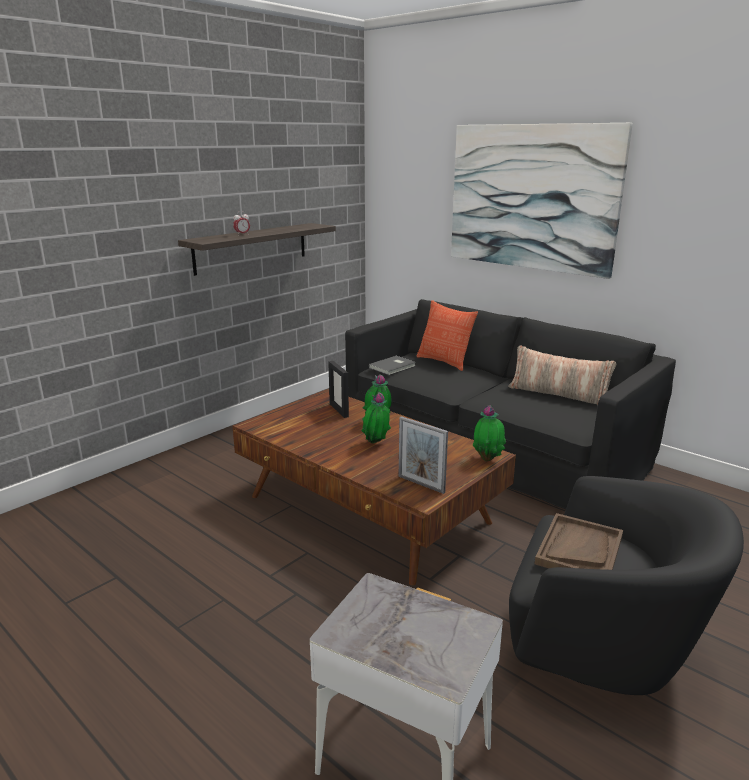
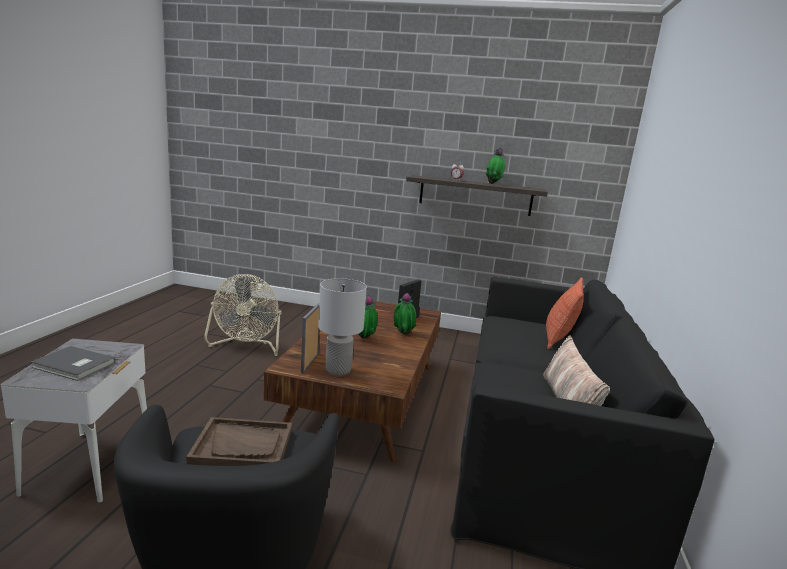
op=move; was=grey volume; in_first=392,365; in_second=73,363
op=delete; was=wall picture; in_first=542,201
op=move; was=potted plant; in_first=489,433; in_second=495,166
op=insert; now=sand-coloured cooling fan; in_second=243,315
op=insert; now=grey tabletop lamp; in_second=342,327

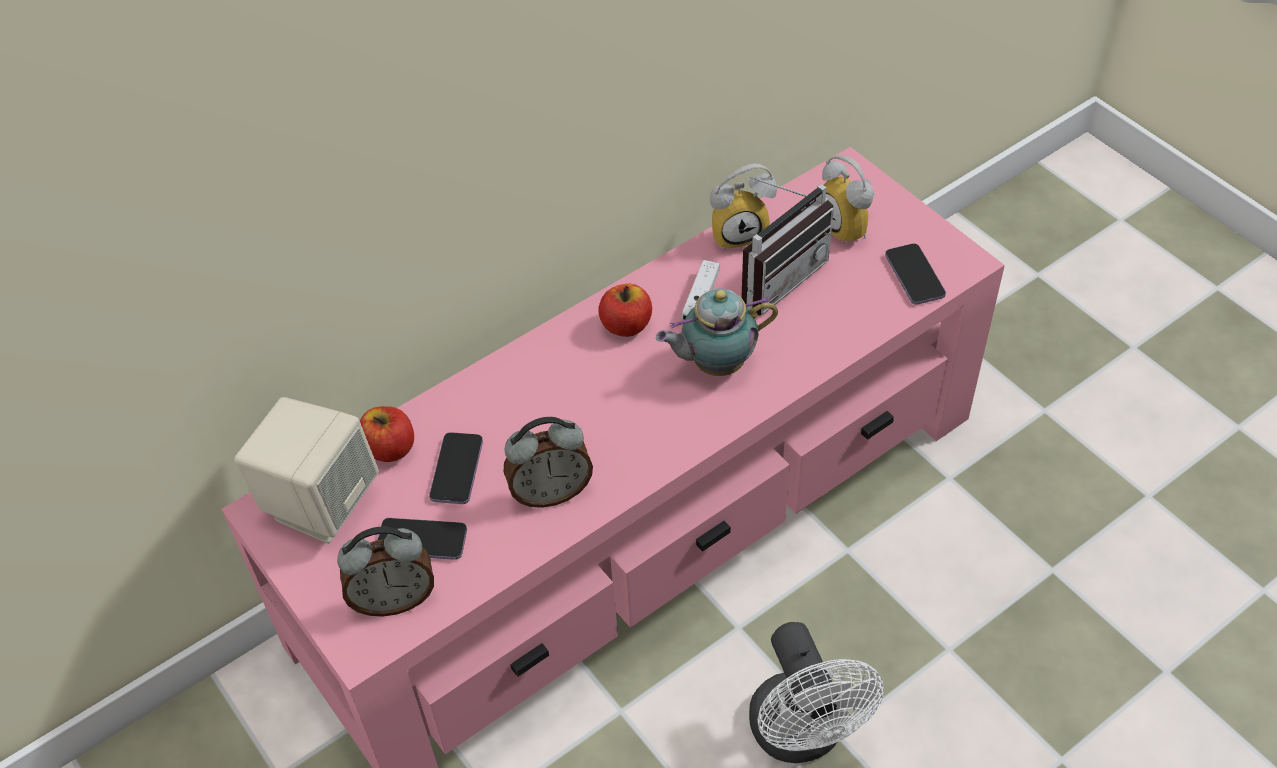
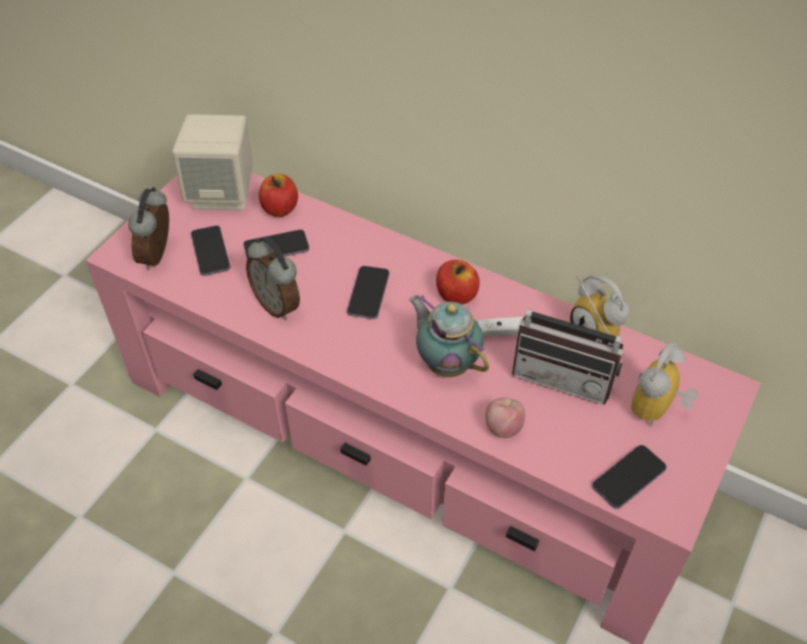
op=rotate; was=table clock; in_first=385,571; in_second=148,228; clockwise=45
op=delete; was=white cooling fan; in_first=816,692
op=insert; now=telephone; in_second=368,292
op=insert; now=whole apple; in_second=505,417

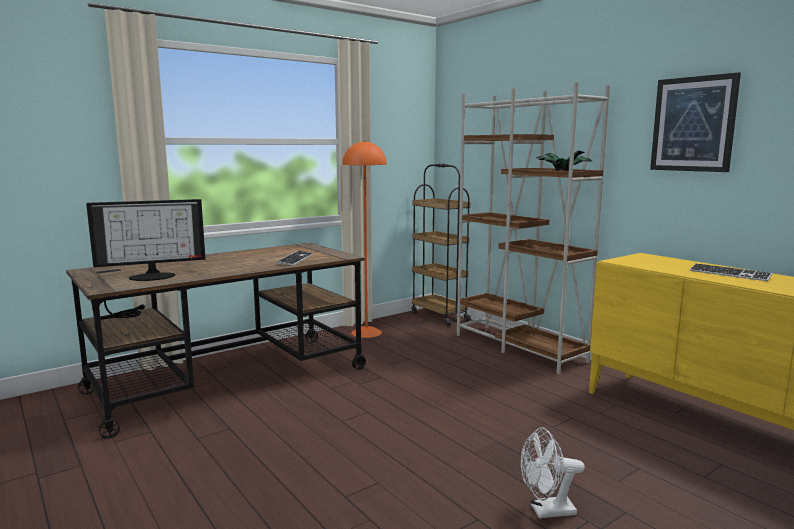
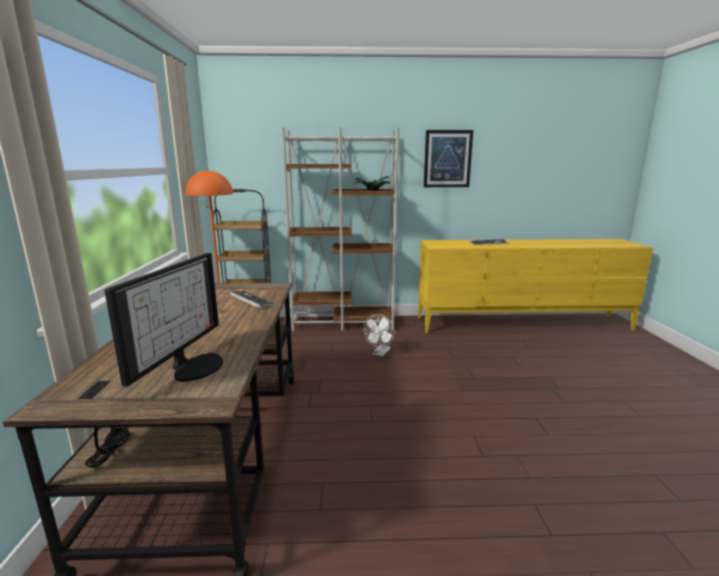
op=move; was=white cooling fan; in_first=553,473; in_second=379,335

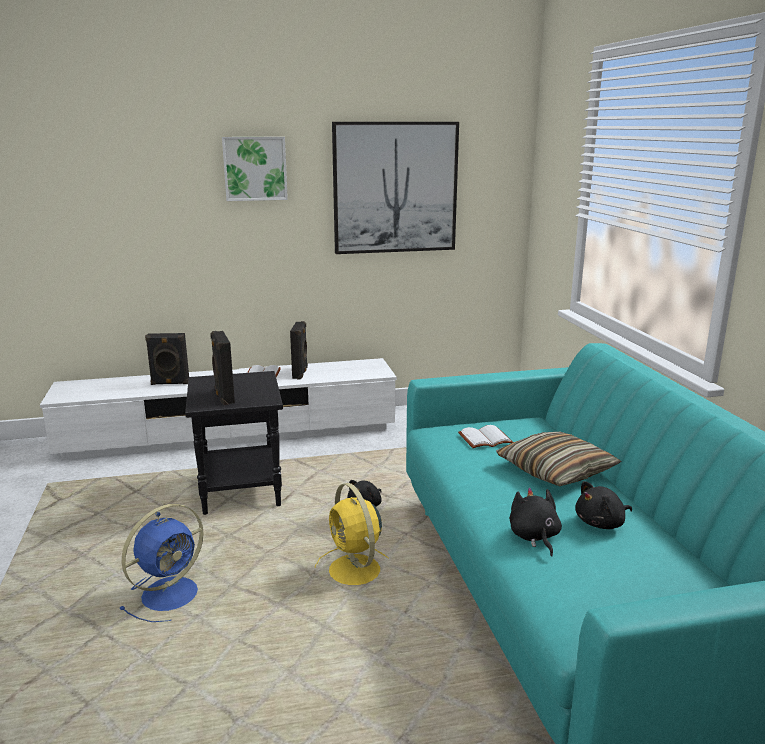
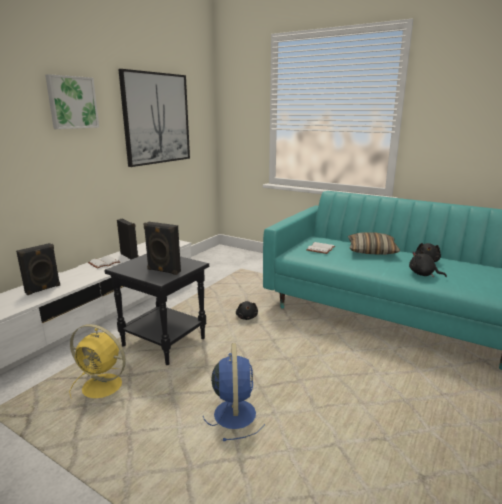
op=move; was=yellow cooling fan; in_first=351,534; in_second=97,361

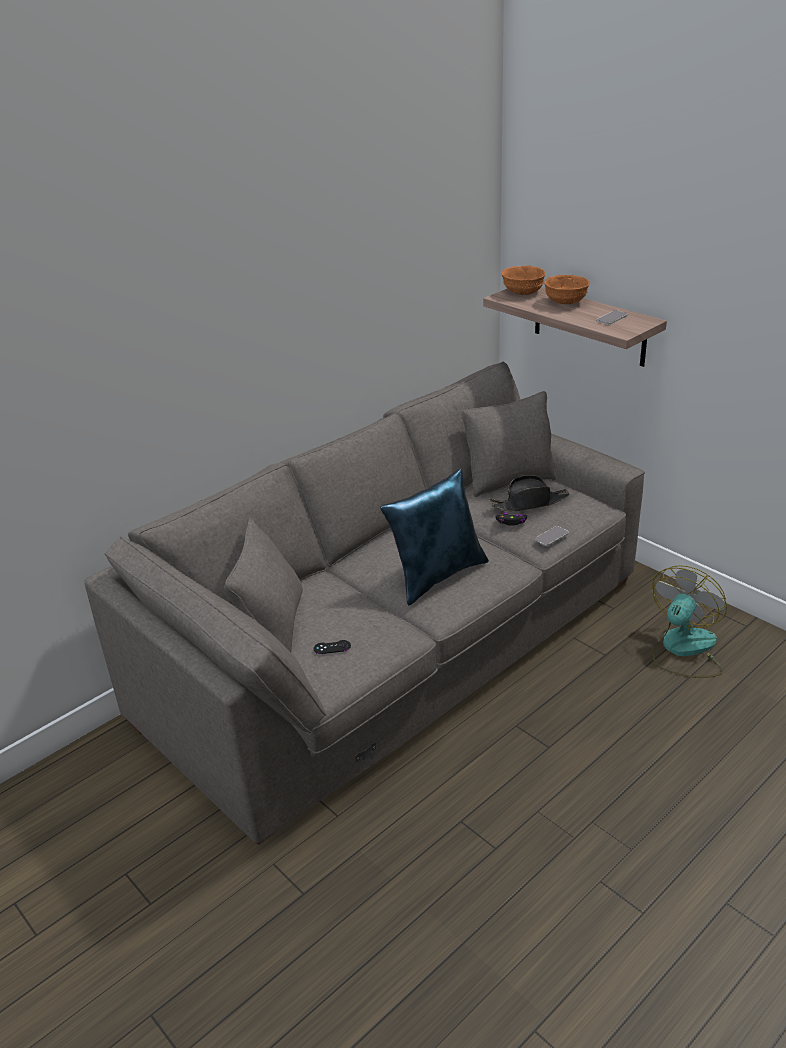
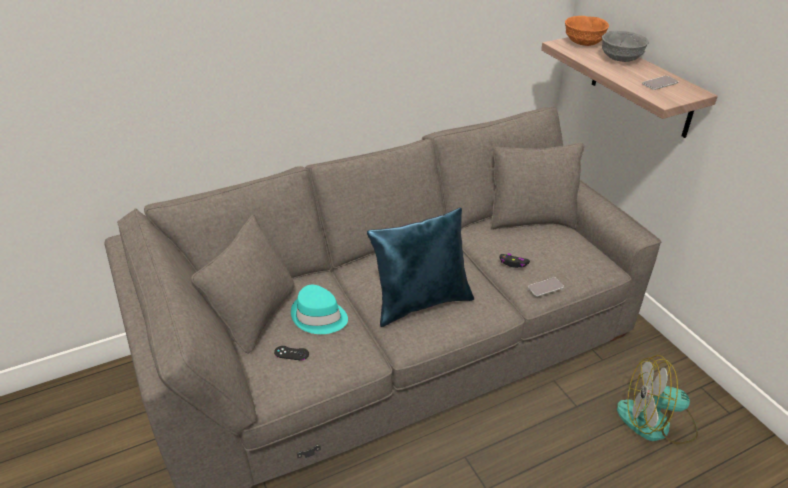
op=delete; was=blackish clothing hat; in_first=529,493
op=recolor; was=orangey serving bowl; now=grey serving bowl; in_first=567,289; in_second=625,46
op=rotate; was=cooling fan; in_first=689,621; in_second=657,399; clockwise=-135
op=insert; now=blue-green clothing hat; in_second=319,309

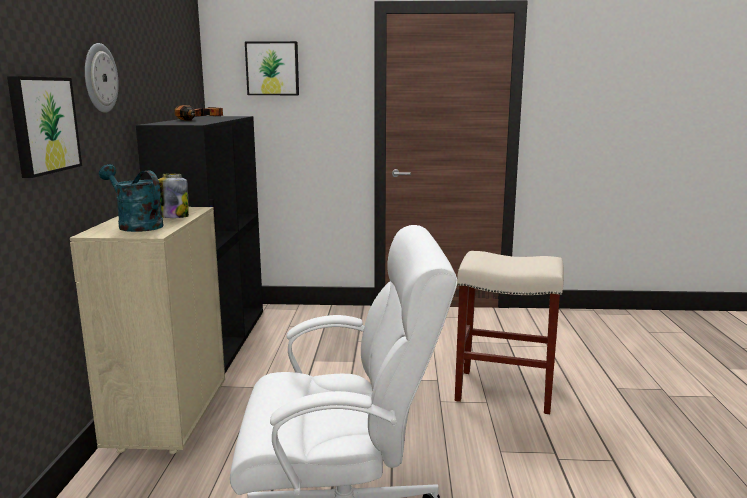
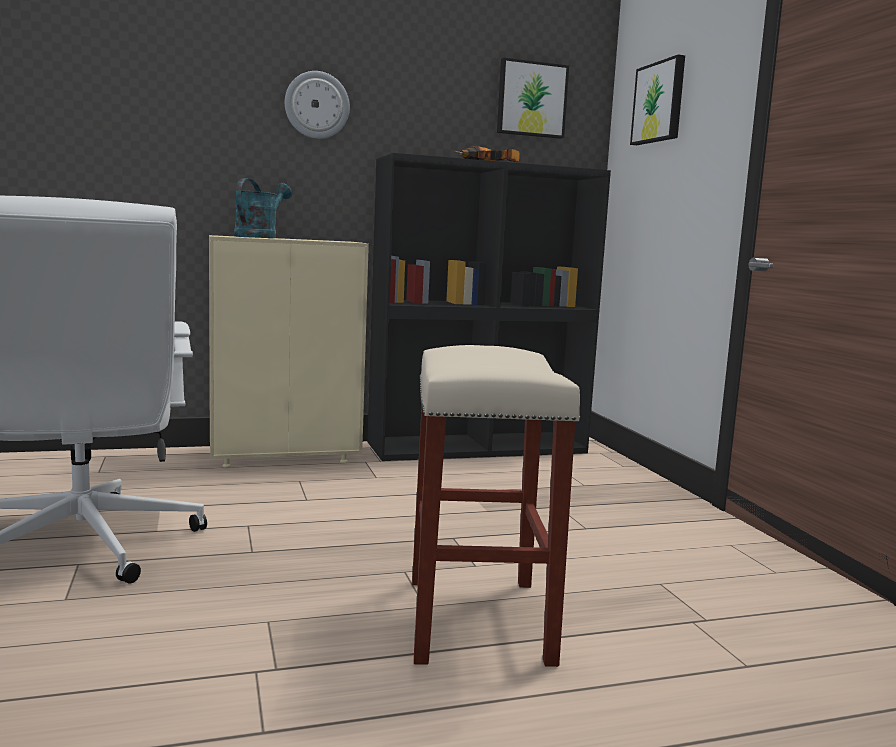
op=move; was=wall picture; in_first=44,127; in_second=533,98
op=delete; was=jar; in_first=173,196

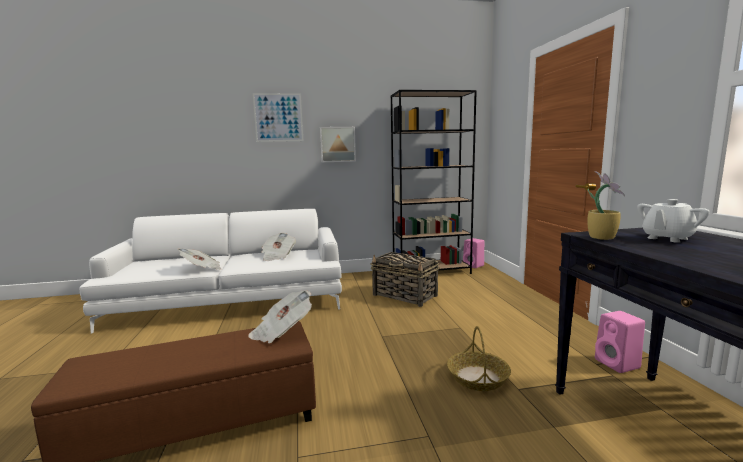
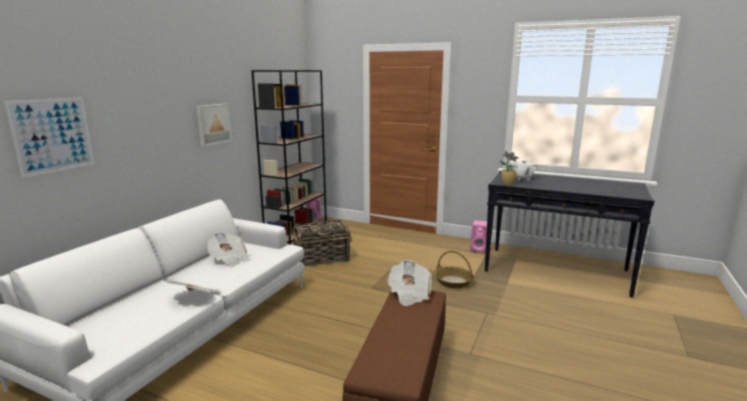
op=move; was=wall picture; in_first=278,117; in_second=49,137

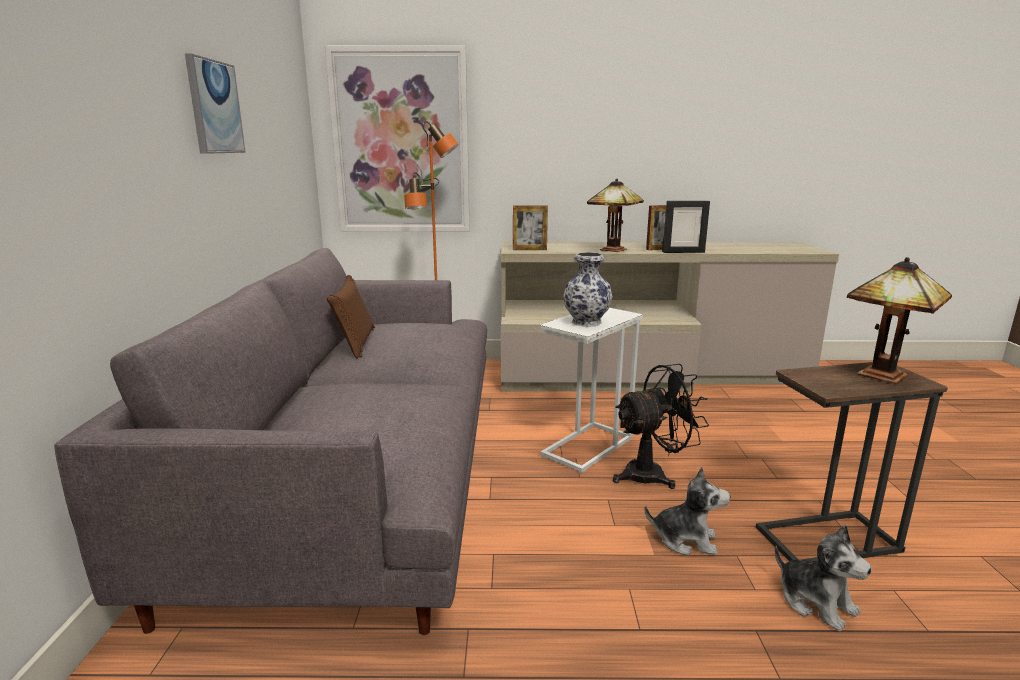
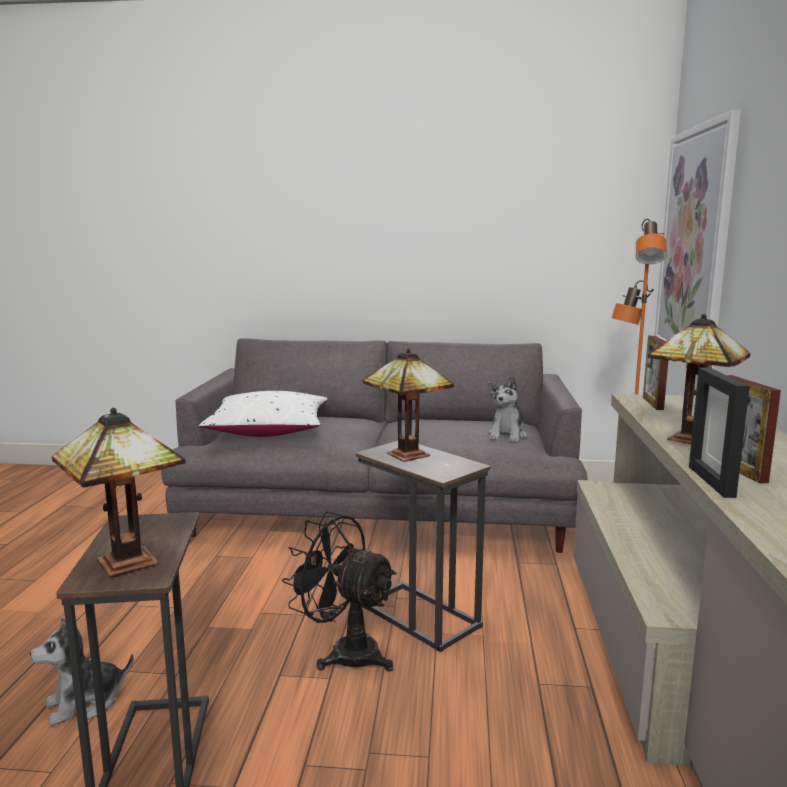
op=delete; was=wall picture; in_first=215,103
op=delete; was=brownish cushion; in_first=351,317
op=recolor; was=white end table; now=brownish end table; in_first=591,390; in_second=423,547
op=replace; was=vase; now=tabletop lamp; in_first=587,289; in_second=408,405
op=rotate; was=blackish cooling fan; in_first=661,426; in_second=339,592; clockwise=135
op=move; was=soft toy; in_first=687,511; in_second=507,409
op=insert; now=white cushion; in_second=263,414

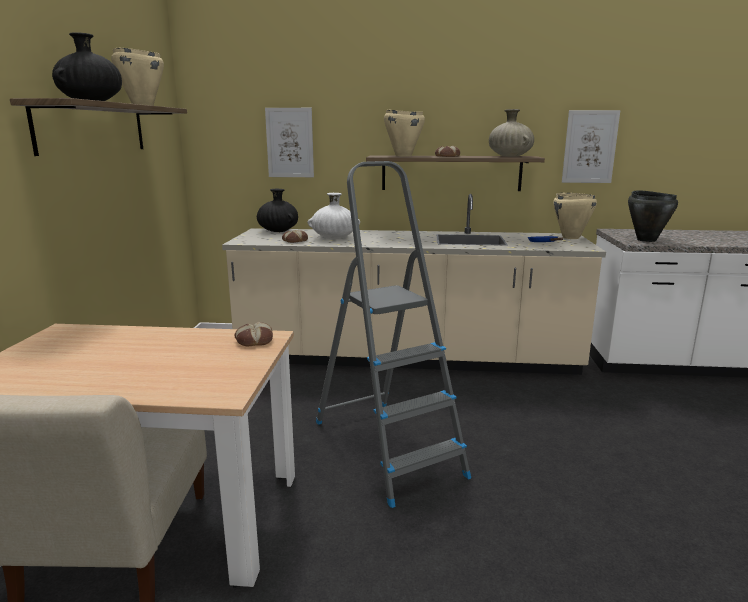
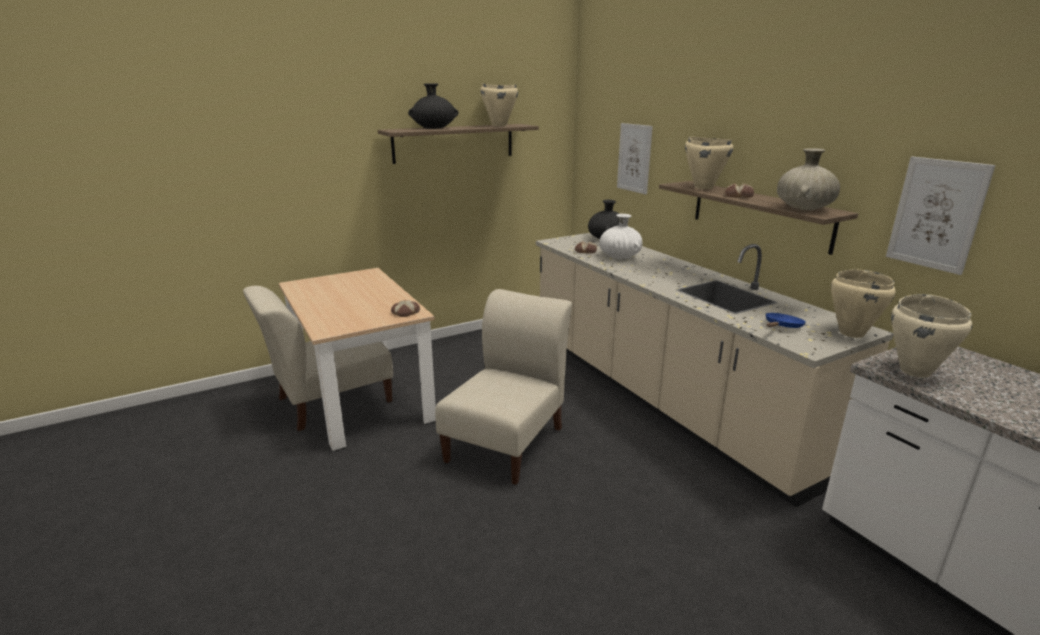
op=replace; was=grey stepladder; now=sand-coloured chair; in_first=393,334; in_second=503,387
op=recolor; was=blackish stockpot; now=sand-coloured stockpot; in_first=653,216; in_second=931,336

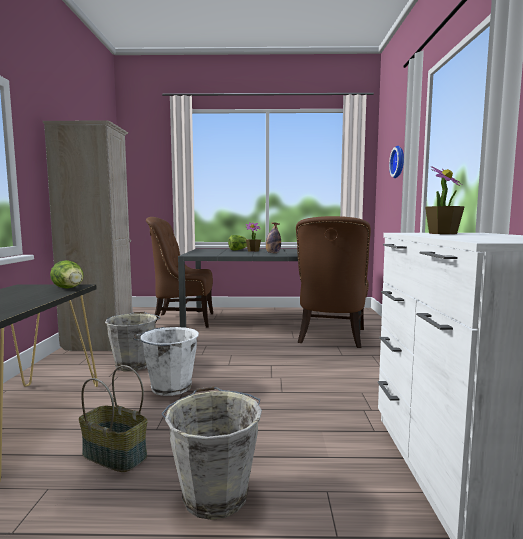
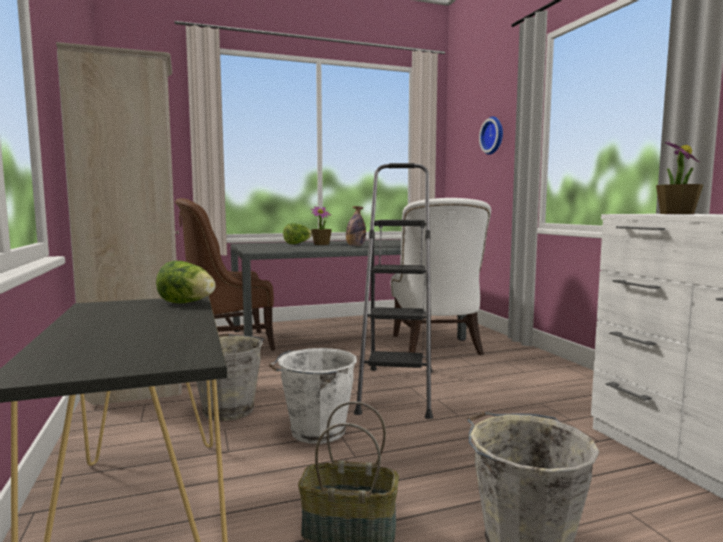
op=recolor; was=brownish chair; now=white chair; in_first=333,282; in_second=441,276
op=insert; now=stepladder; in_second=393,291

